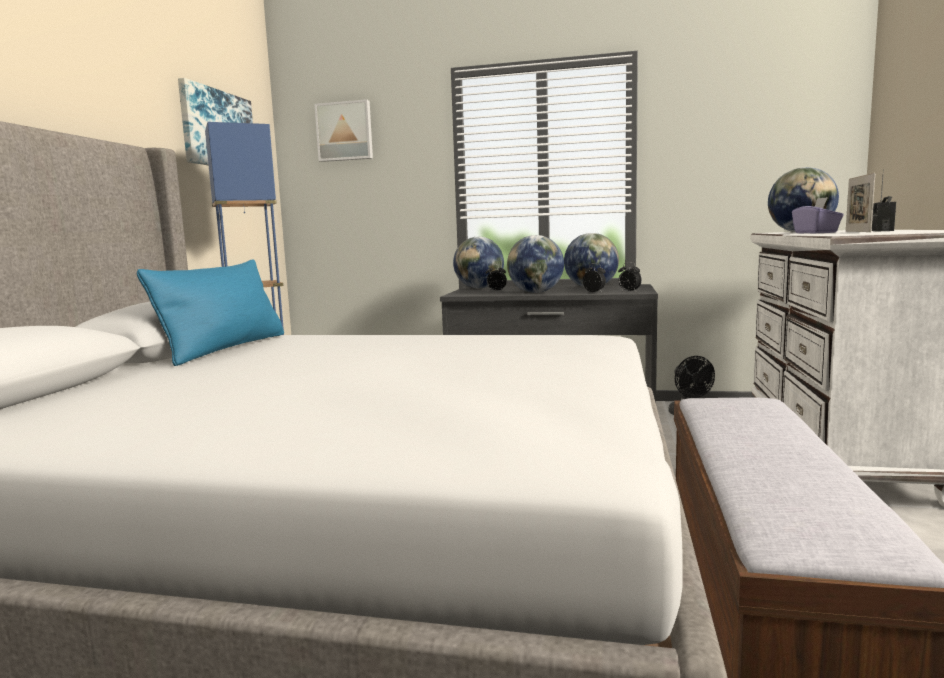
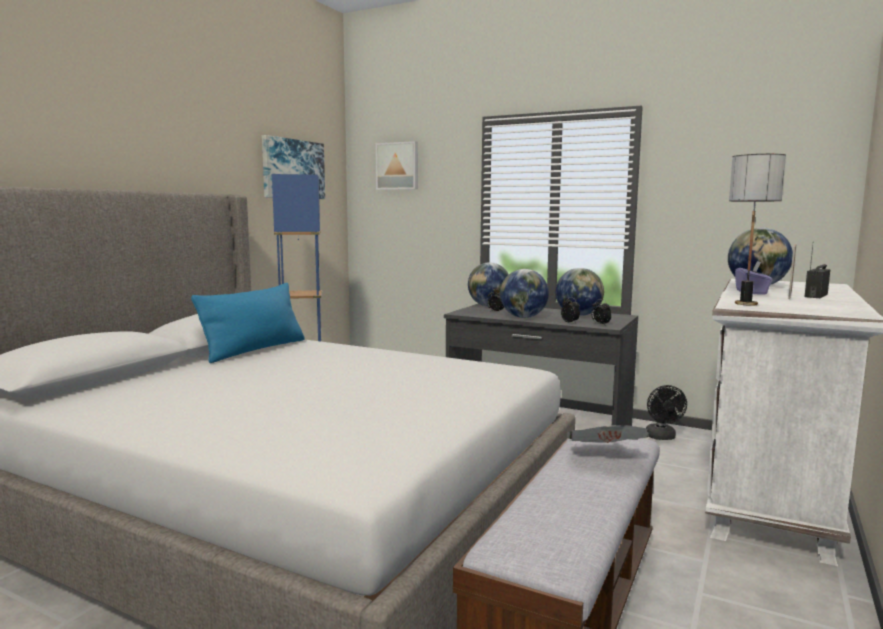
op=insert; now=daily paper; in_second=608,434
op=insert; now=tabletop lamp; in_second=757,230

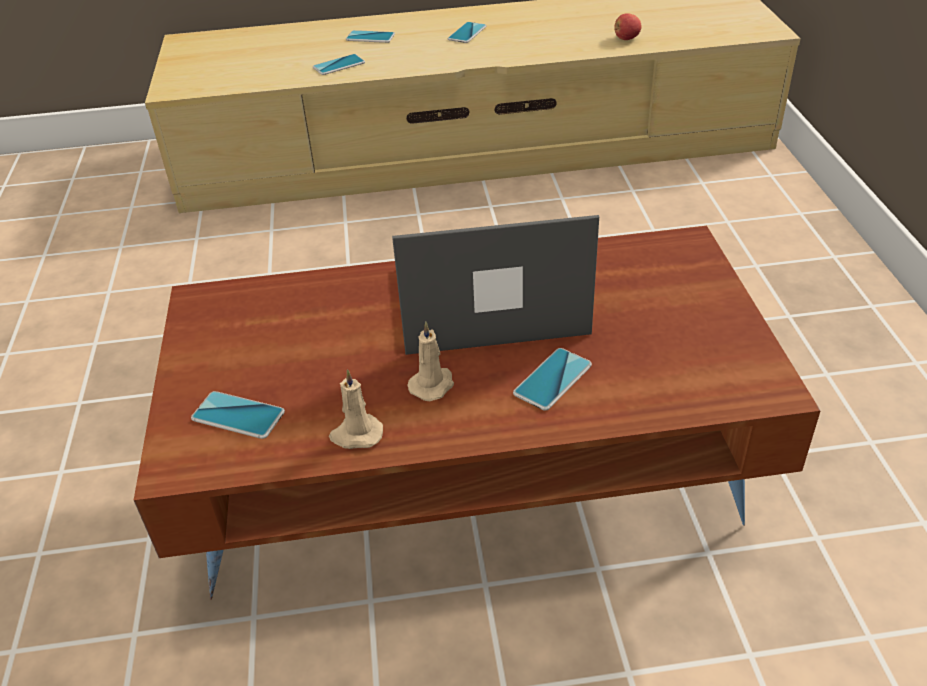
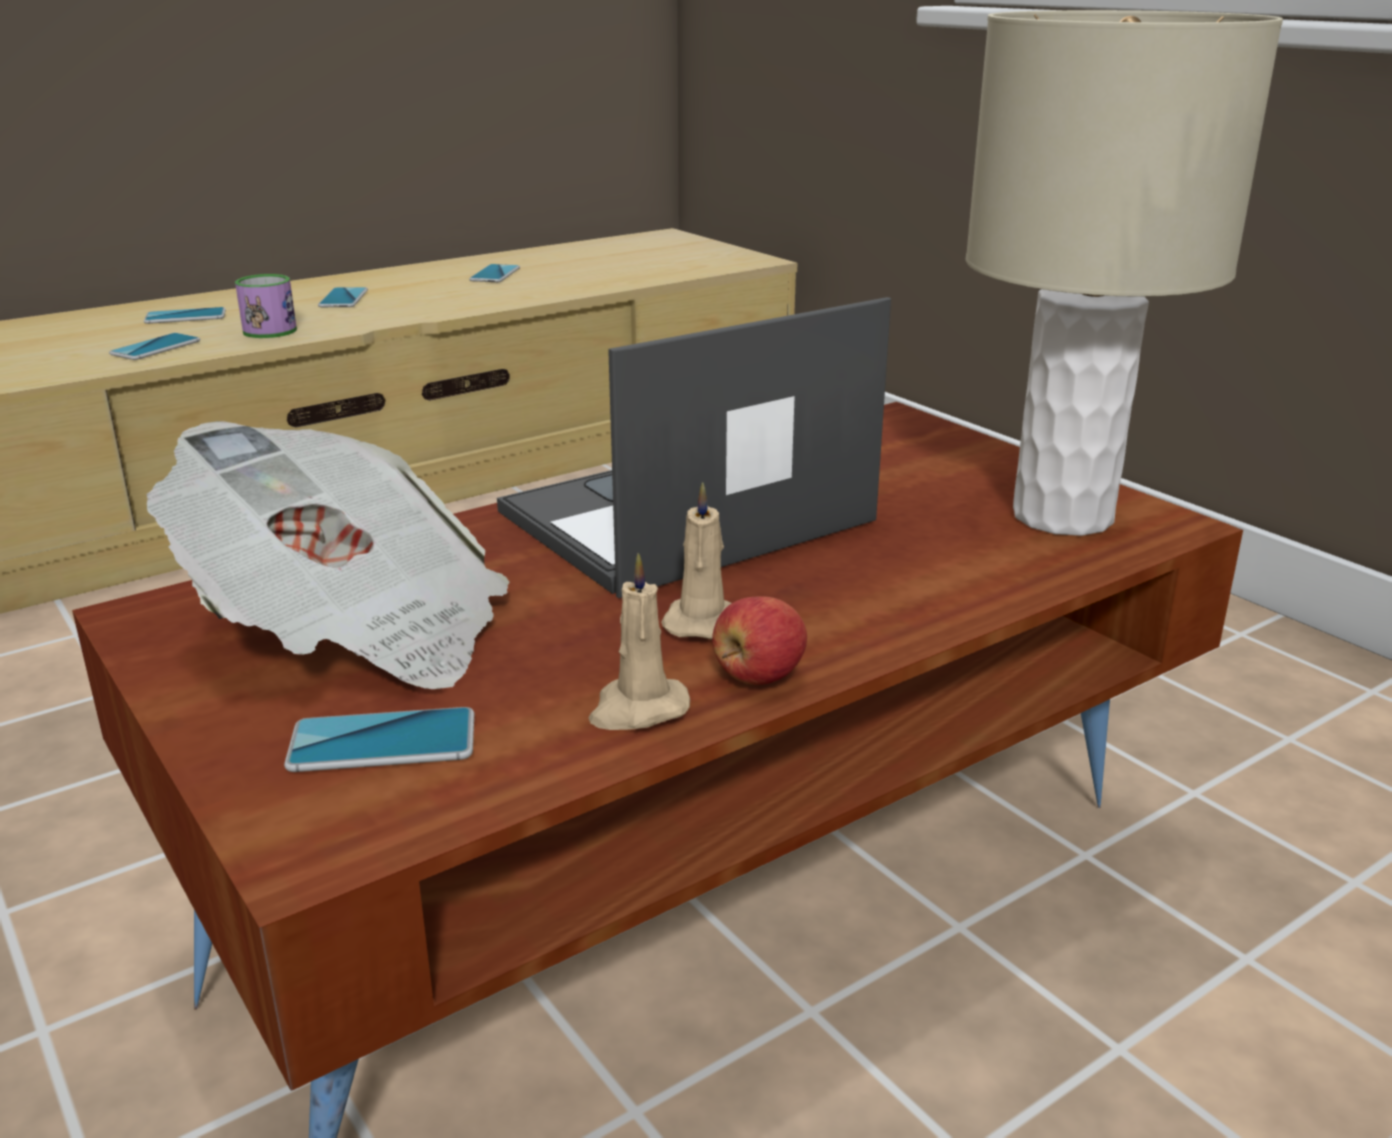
op=move; was=telephone; in_first=552,379; in_second=494,273
op=move; was=whole apple; in_first=628,26; in_second=759,640
op=insert; now=daily paper; in_second=328,555
op=insert; now=mug; in_second=266,306
op=insert; now=sand-coloured tabletop lamp; in_second=1124,273

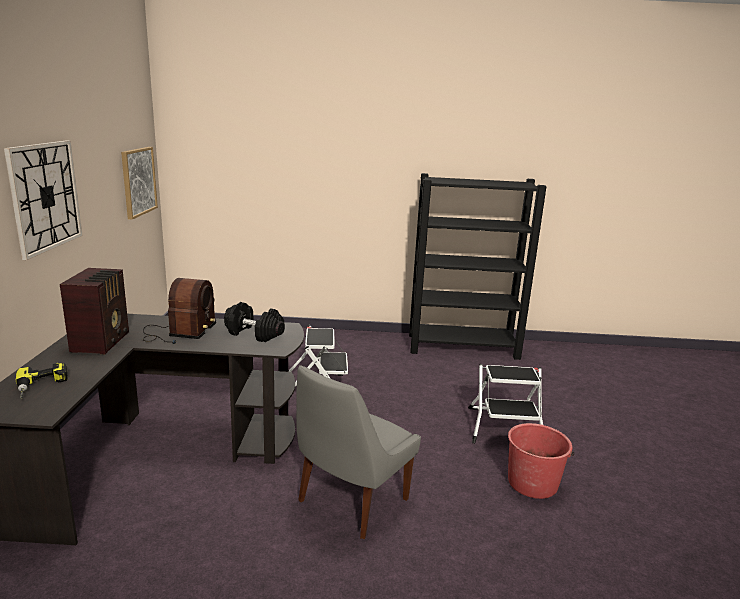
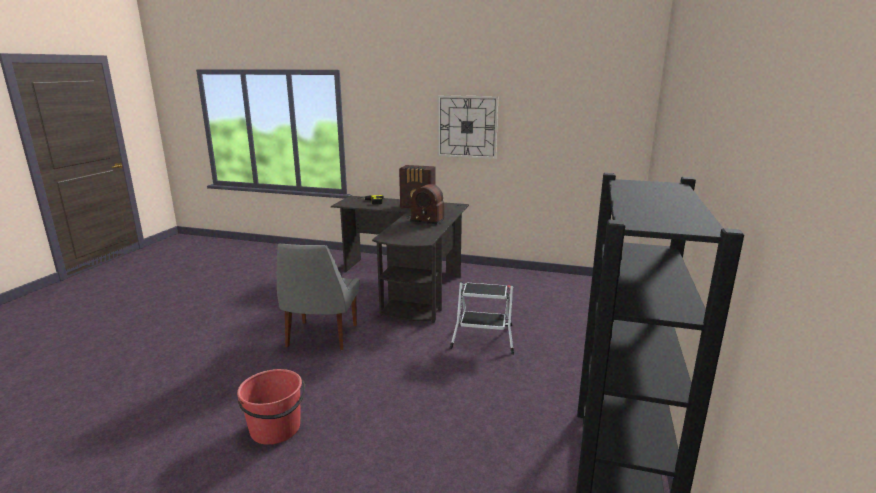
op=delete; was=wall picture; in_first=139,183
op=delete; was=blackish free weight; in_first=254,322
op=rotate; was=grey chair; in_first=358,452; in_second=318,296; clockwise=-135
op=delete; was=stepladder; in_first=505,404

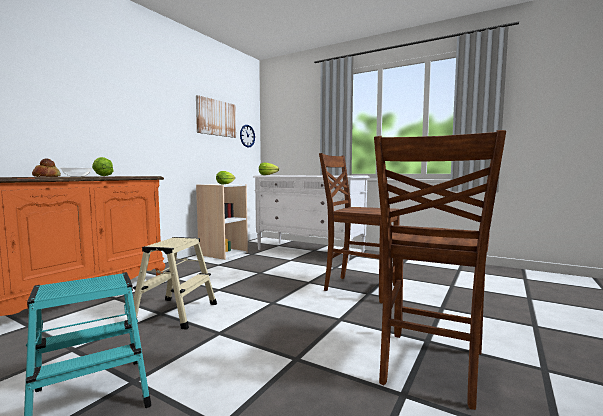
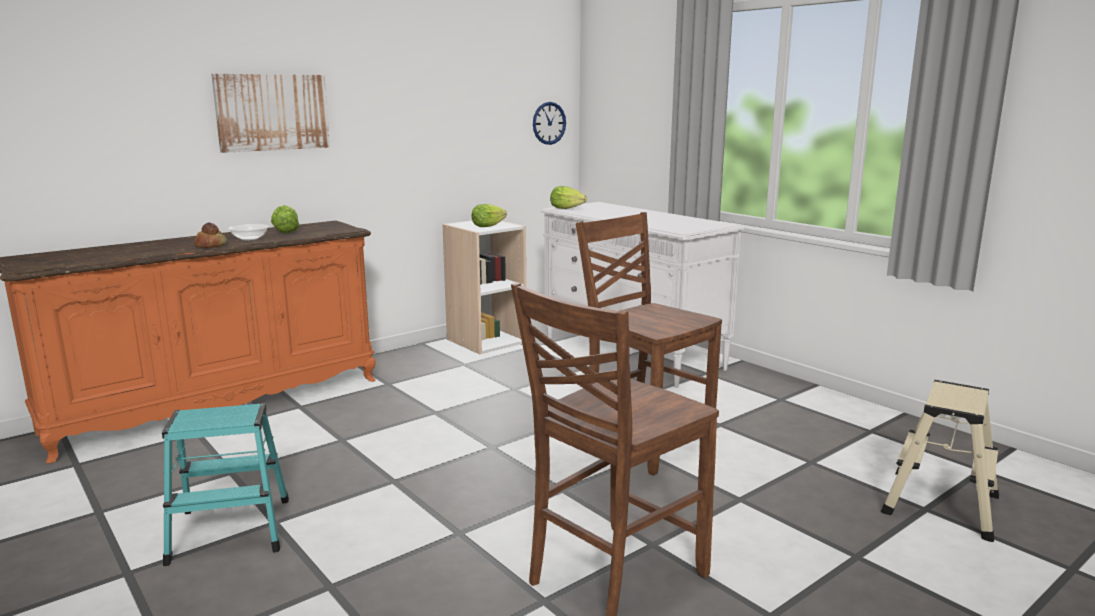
op=move; was=sand-coloured stepladder; in_first=175,283; in_second=940,461
op=move; was=wall picture; in_first=216,116; in_second=270,113

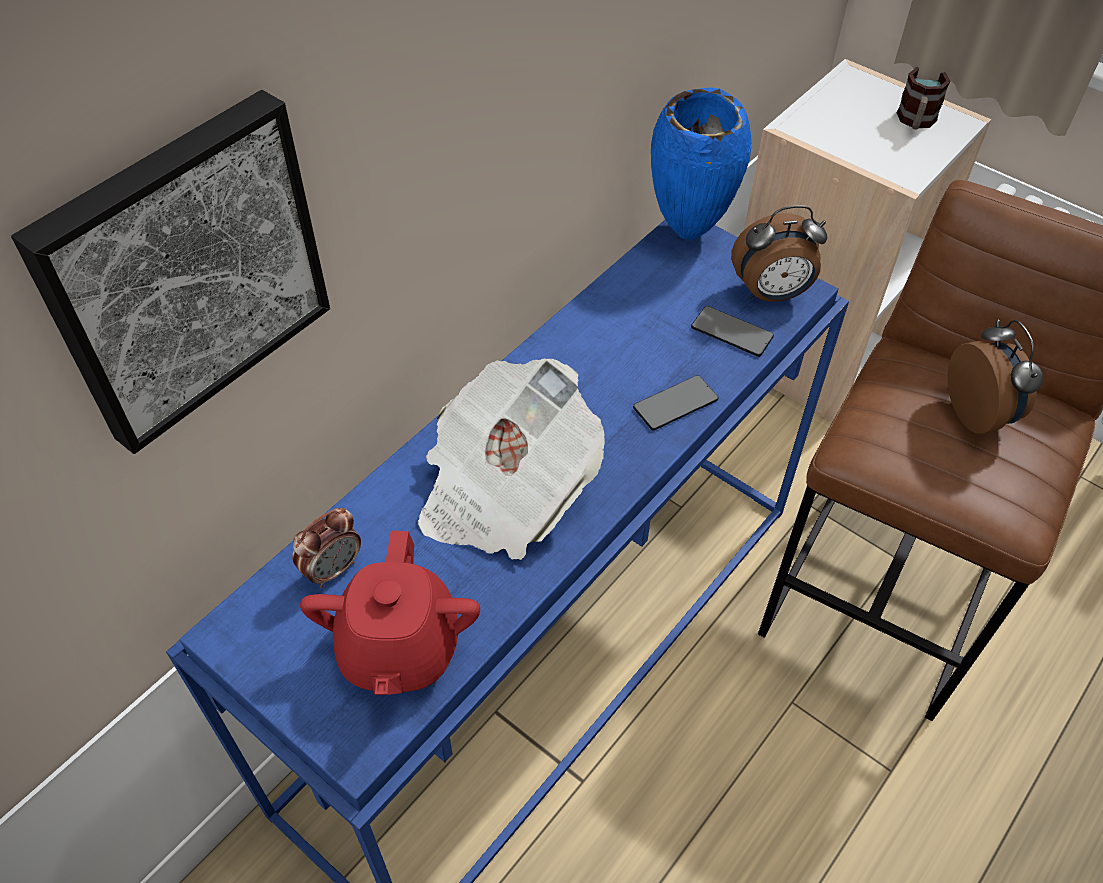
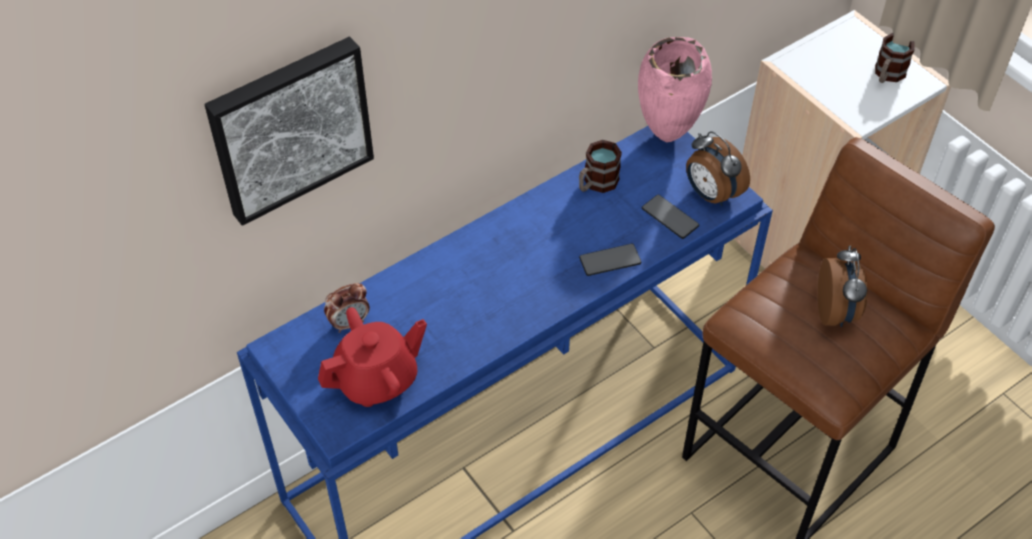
op=rotate; was=reddish pot for tea; in_first=390,612; in_second=372,357; clockwise=-135
op=delete; was=daily paper; in_first=511,459
op=recolor; was=blue-coloured vase; now=pink vase; in_first=701,164; in_second=675,90
op=rotate; was=table clock; in_first=779,253; in_second=718,168; clockwise=45
op=insert; now=mug; in_second=600,166

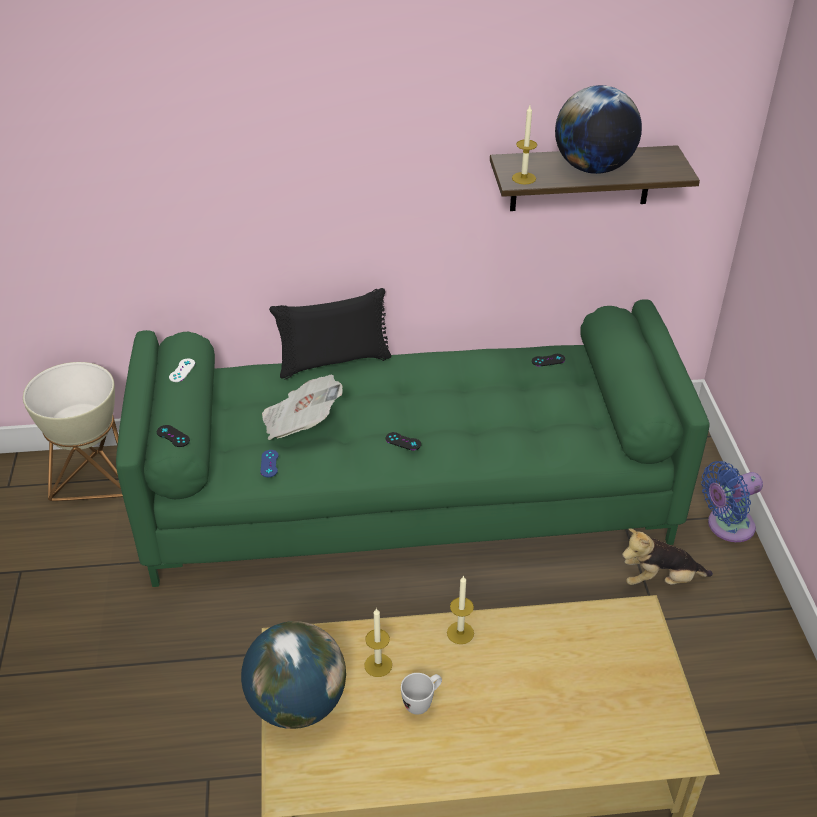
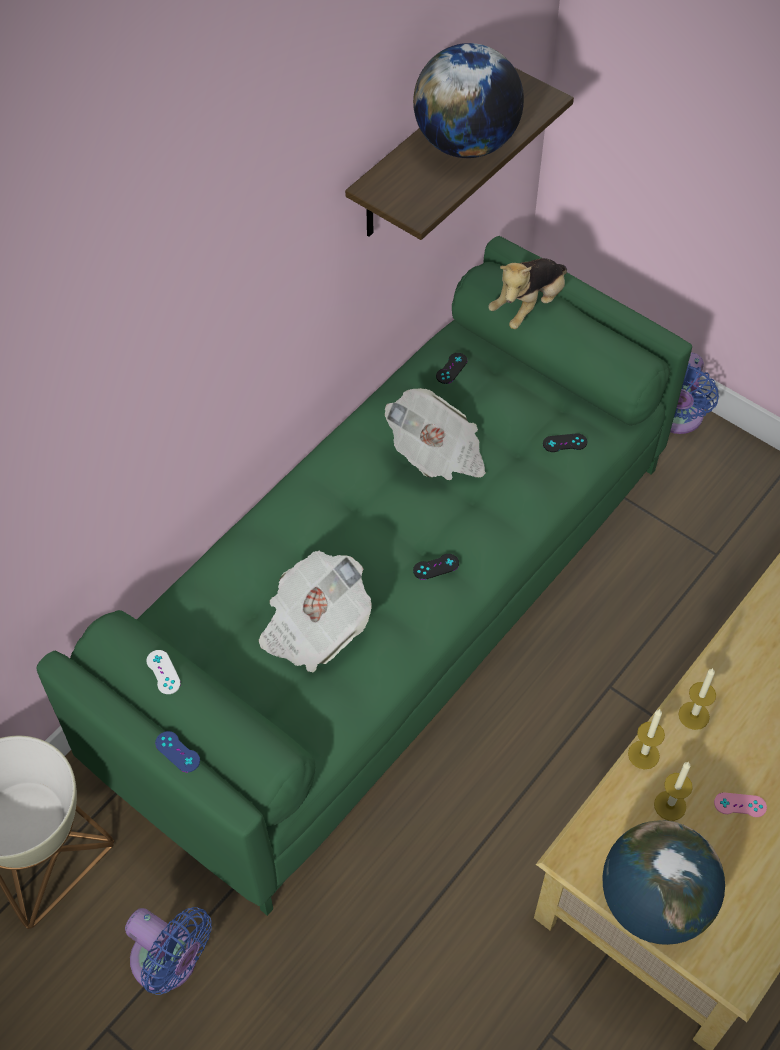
op=move; was=blackish game controller; in_first=173,436; in_second=565,442
op=move; was=blue-coloured game controller; in_first=270,463; in_second=177,751
op=delete; was=blackish cushion; in_first=330,334
op=replace; was=white mug; now=pink game controller; in_first=421,694; in_second=740,805
op=move; was=wax light; in_first=524,145; in_second=646,739
op=move; was=soft toy; in_first=667,556; in_second=527,293
op=insert; now=blue-coloured cooling fan; in_second=168,951
op=insert; now=daily paper; in_second=435,434

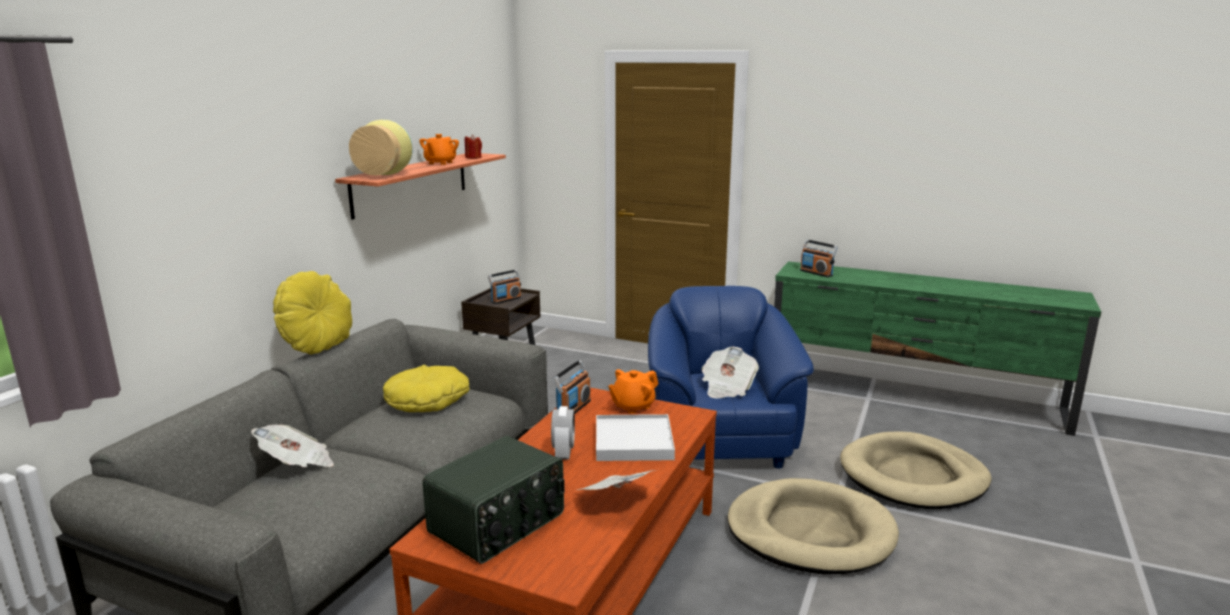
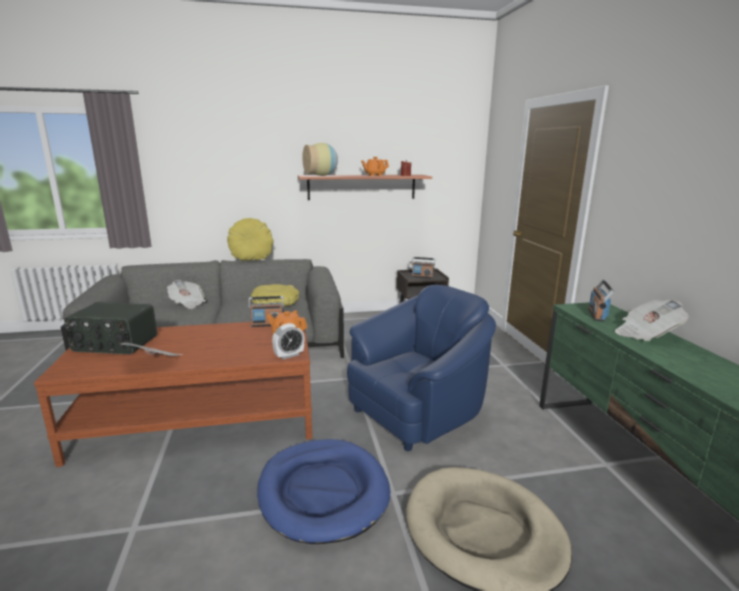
op=move; was=table clock; in_first=563,433; in_second=288,341
op=delete; was=white carrying tray; in_first=635,437
op=move; was=daily paper; in_first=730,372; in_second=652,320
op=recolor; was=sand-coloured pet bed; now=blue-coloured pet bed; in_first=813,526; in_second=323,491

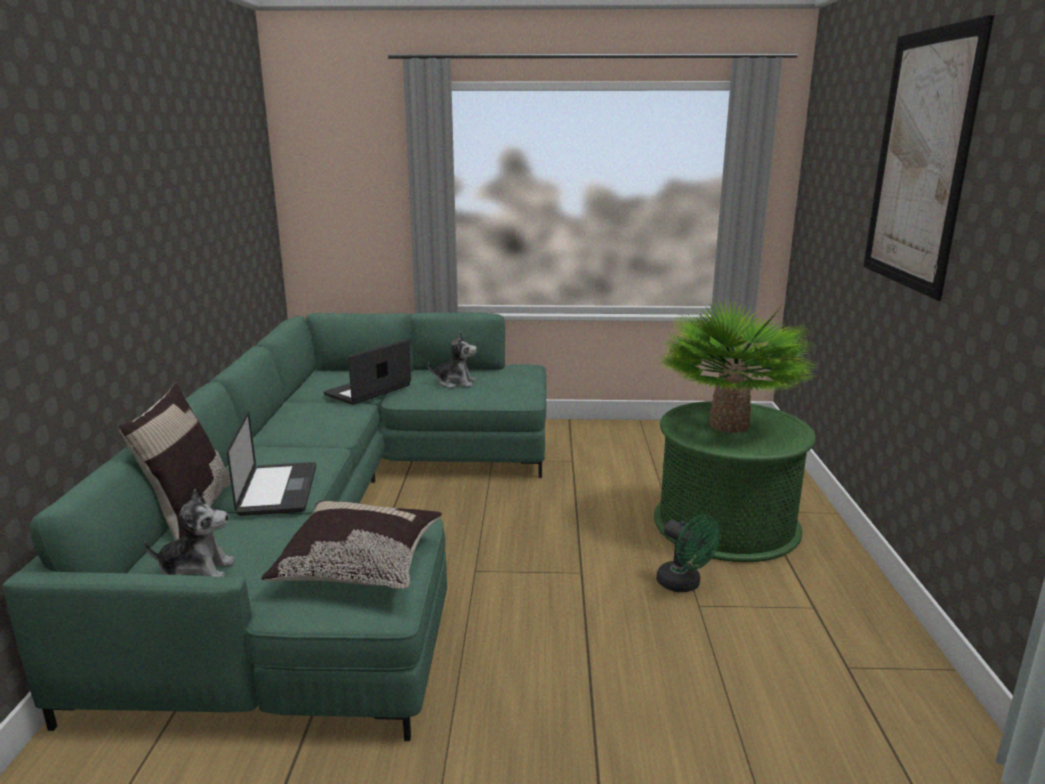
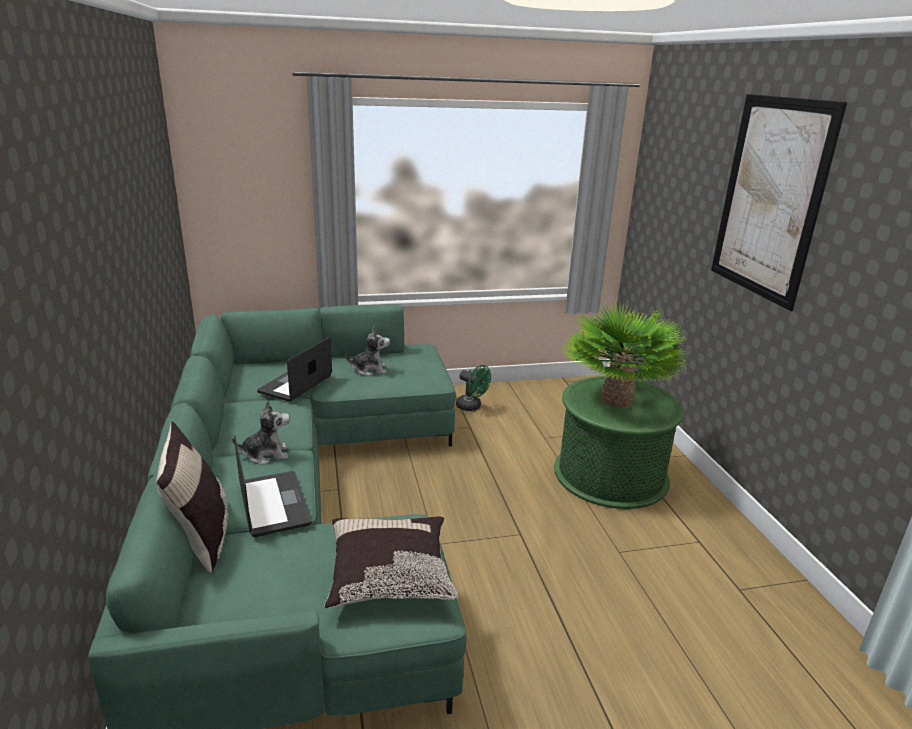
op=move; was=soft toy; in_first=189,532; in_second=261,432
op=move; was=green cooling fan; in_first=688,553; in_second=473,388

